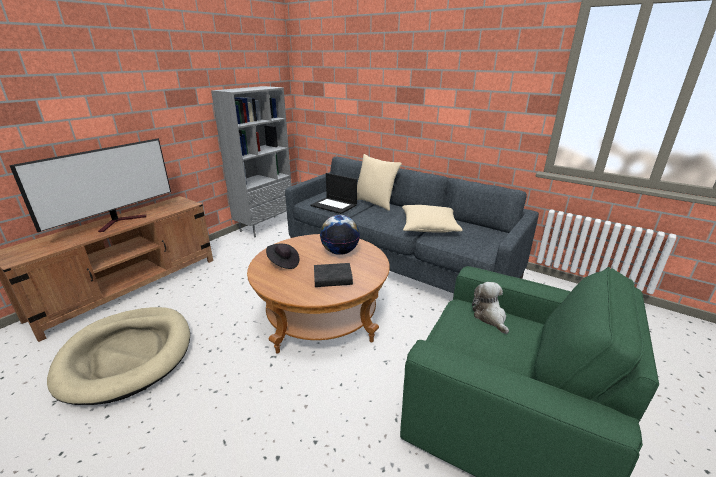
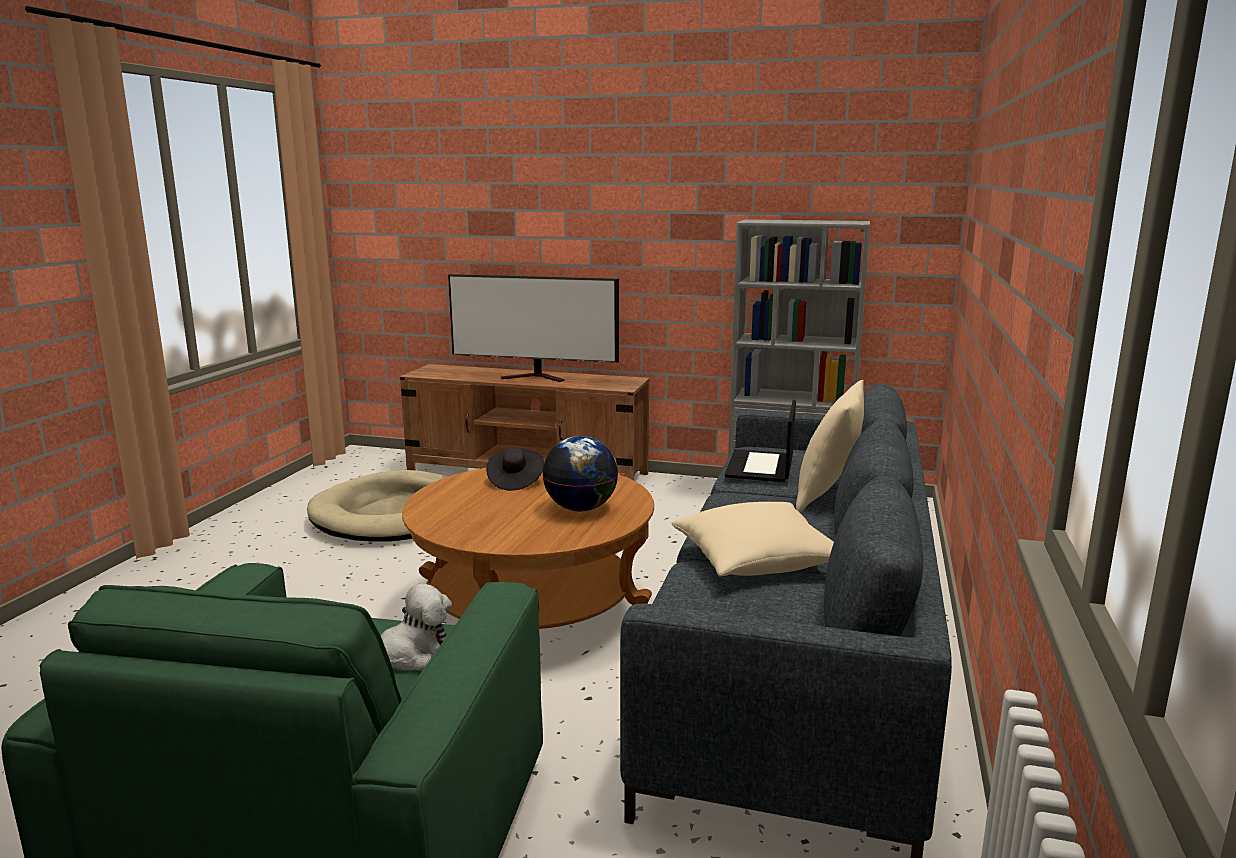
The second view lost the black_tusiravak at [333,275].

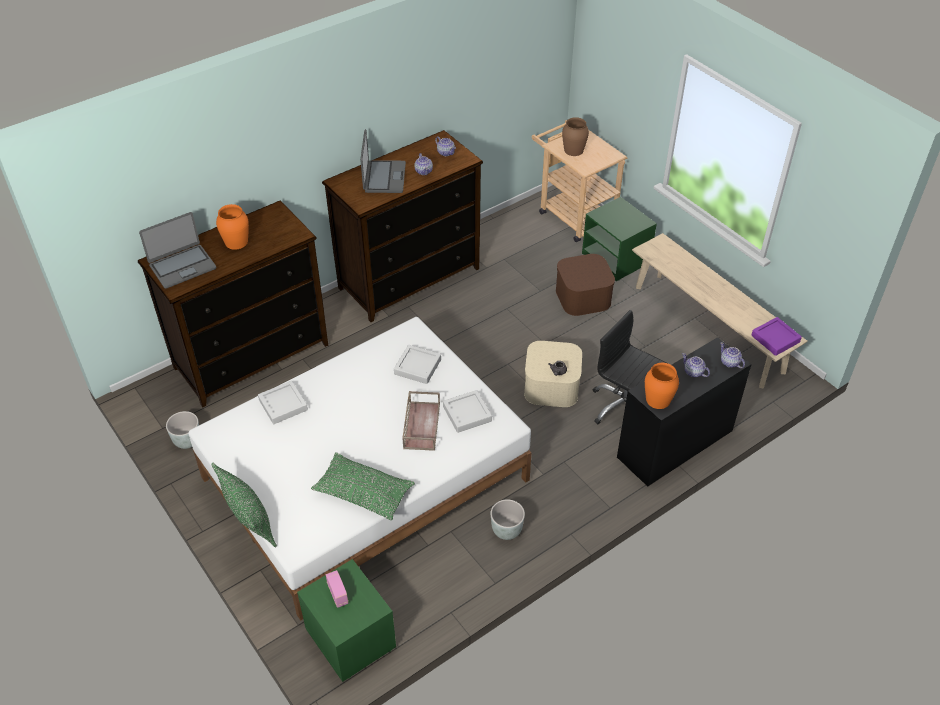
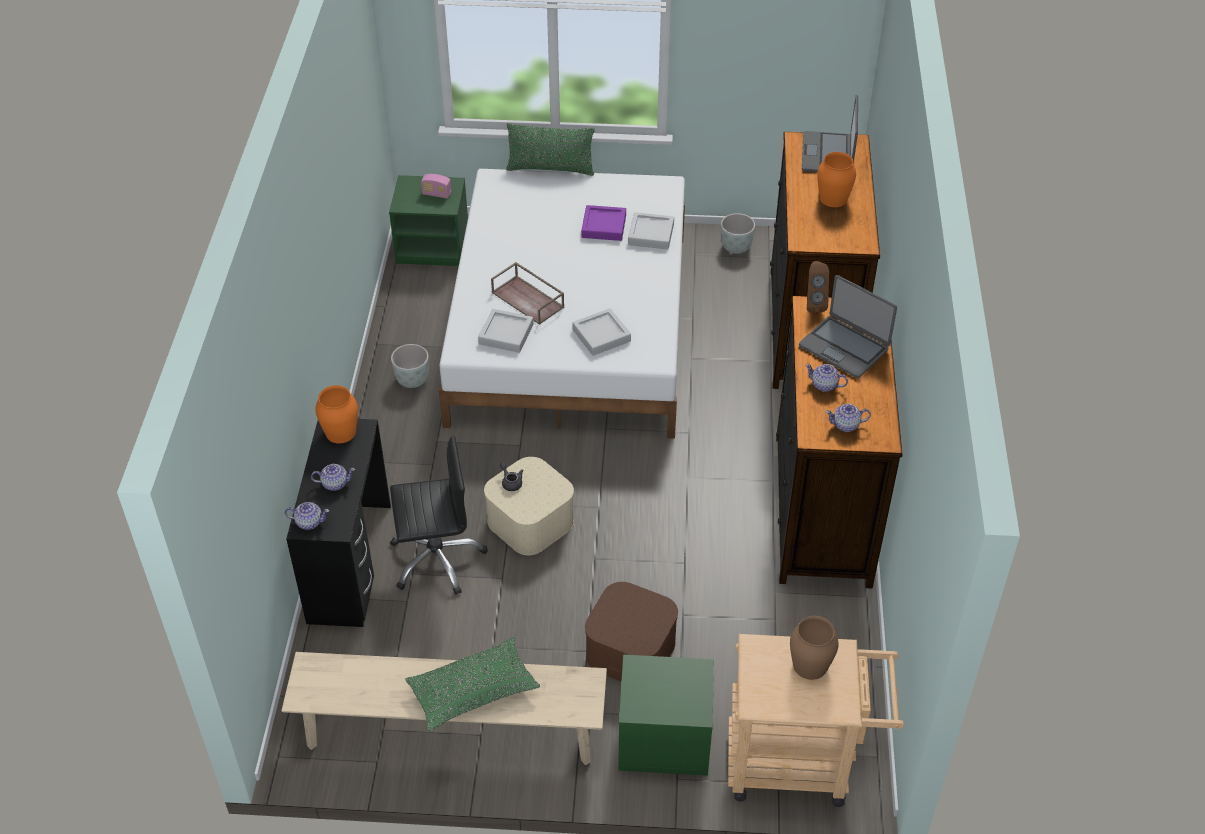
The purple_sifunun ended up elsewhere, having gone from [776,336] to [603,223].
The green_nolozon ended up elsewhere, having gone from [363,486] to [472,684].
The second view gained the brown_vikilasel at [818,287].

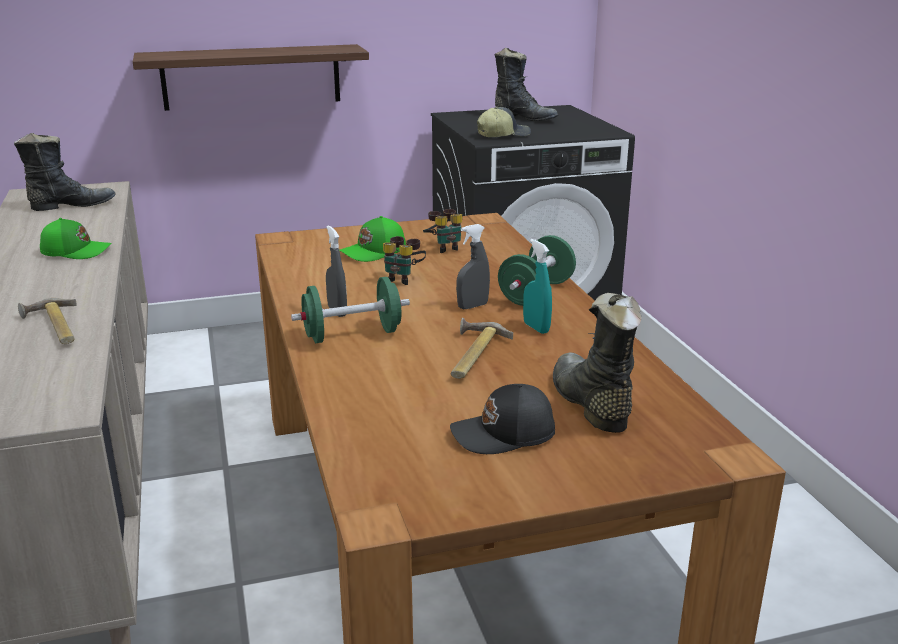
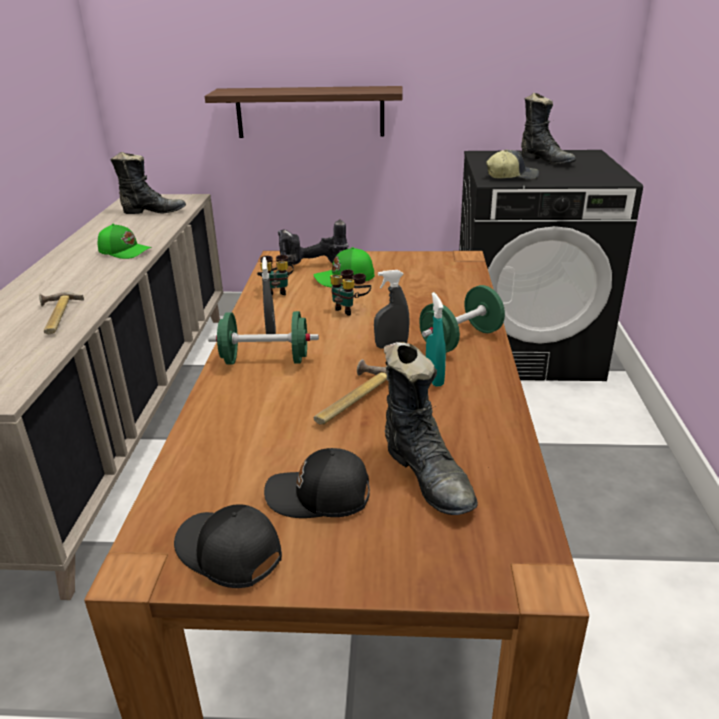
The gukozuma ended up elsewhere, having gone from [442,231] to [275,275].
The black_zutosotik at [597,363] ended up facing another way, 150 degrees clockwise from before.
The second view gained the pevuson at [313,242].
The second view gained the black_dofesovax at [228,546].

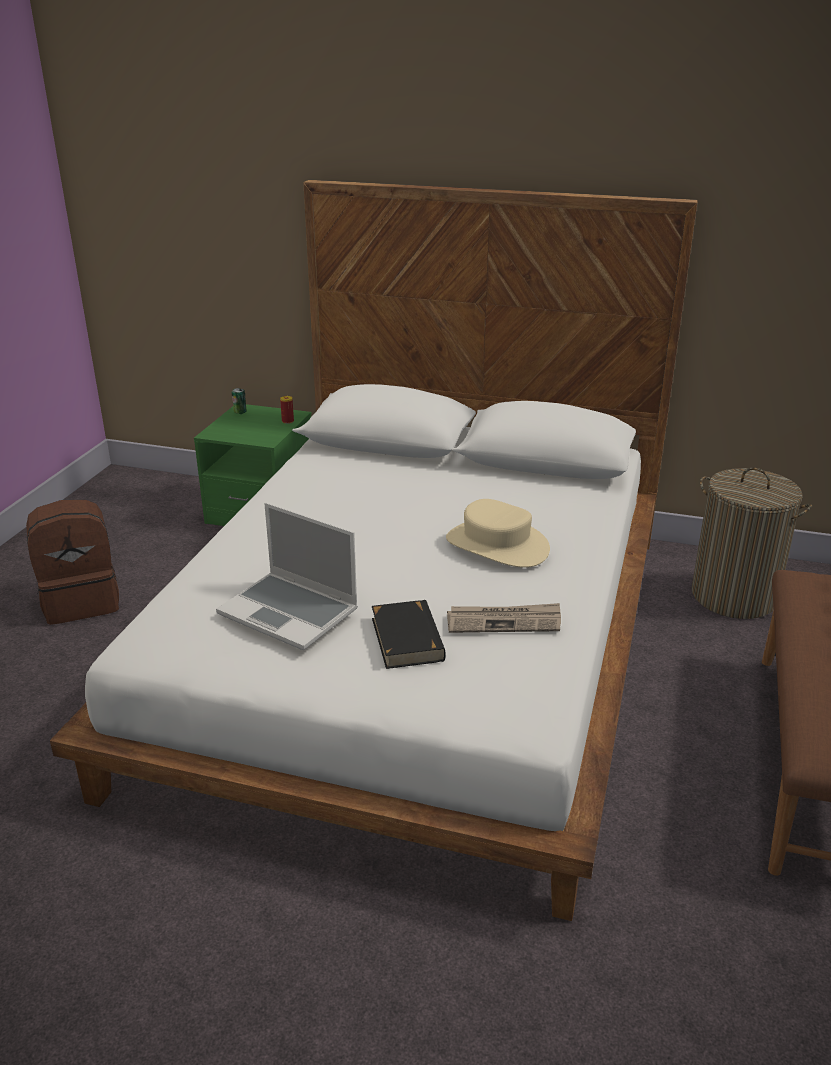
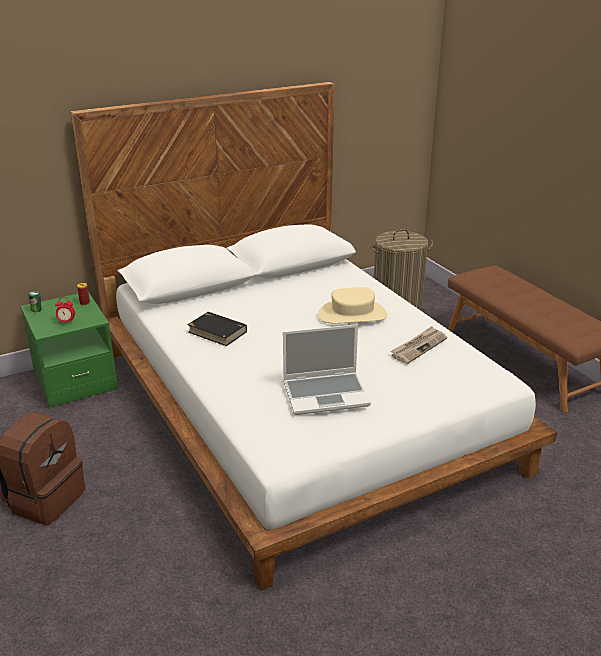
The black_tusiravak ended up elsewhere, having gone from [409,634] to [217,329].
The second view gained the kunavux at [65,310].

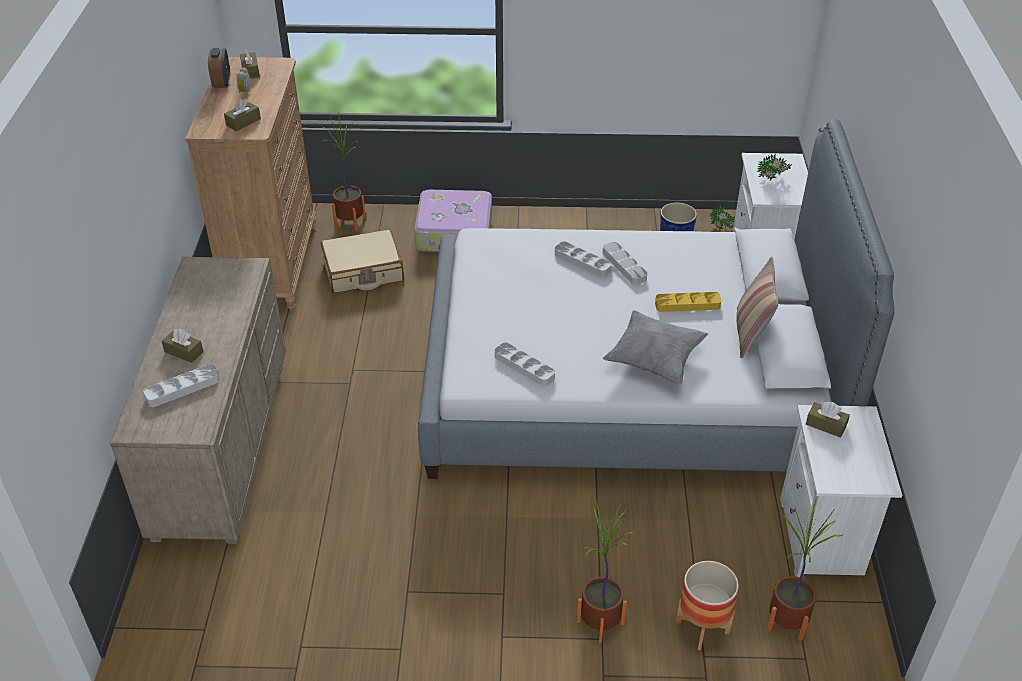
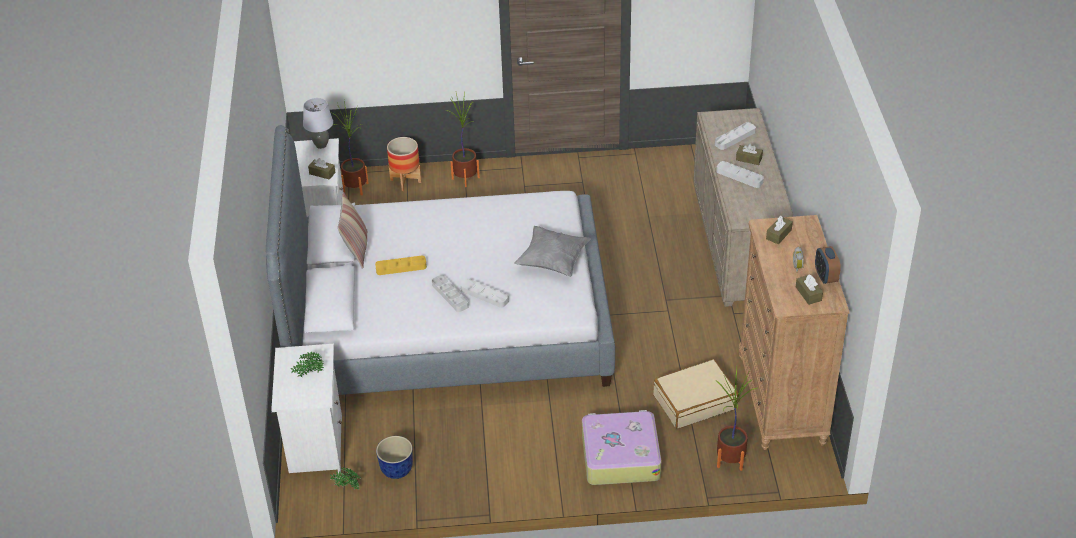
The grey_nolozon ended up elsewhere, having gone from [655,347] to [552,251].
The grey_sifunun ended up elsewhere, having gone from [525,364] to [740,174].
The second view gained the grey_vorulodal at [318,123].

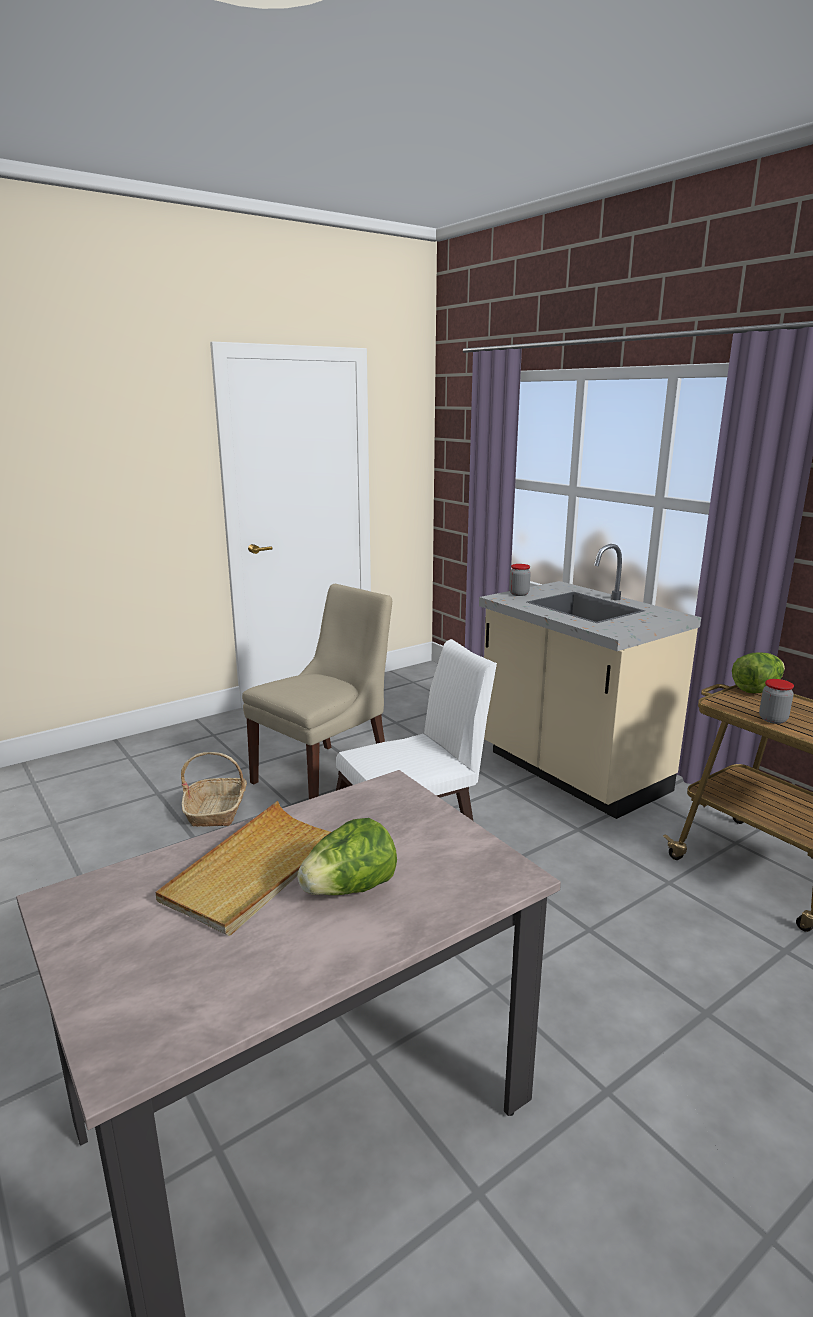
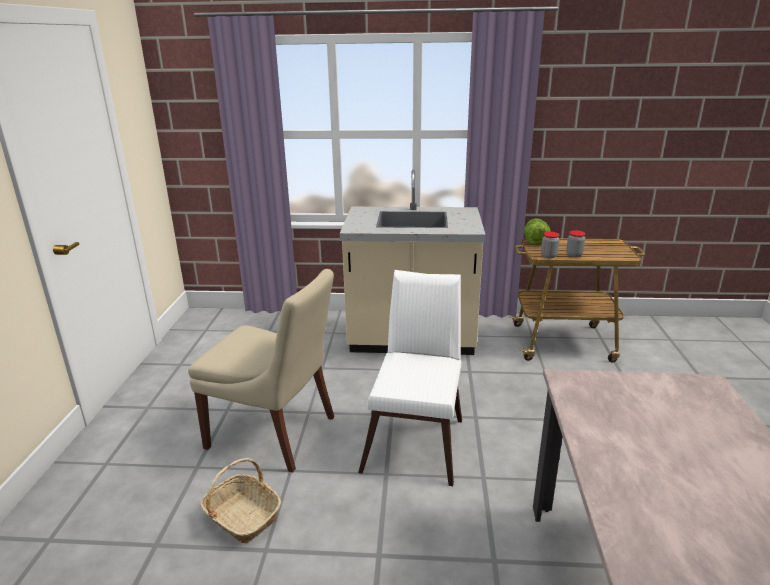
The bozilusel ended up elsewhere, having gone from [520,580] to [550,245].
The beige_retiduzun at [317,691] ended up facing another way, 120 degrees clockwise from before.
The second view lost the beige_sifunun at [243,868].
The second view lost the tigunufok at [347,856].

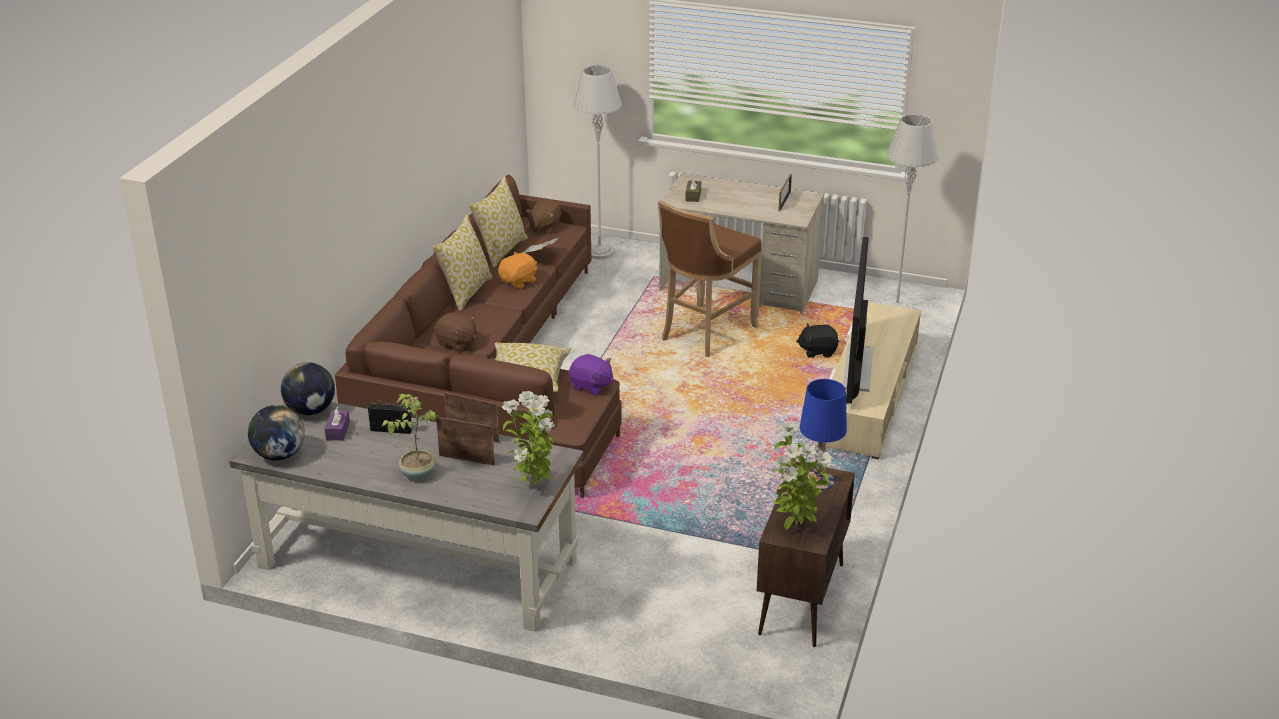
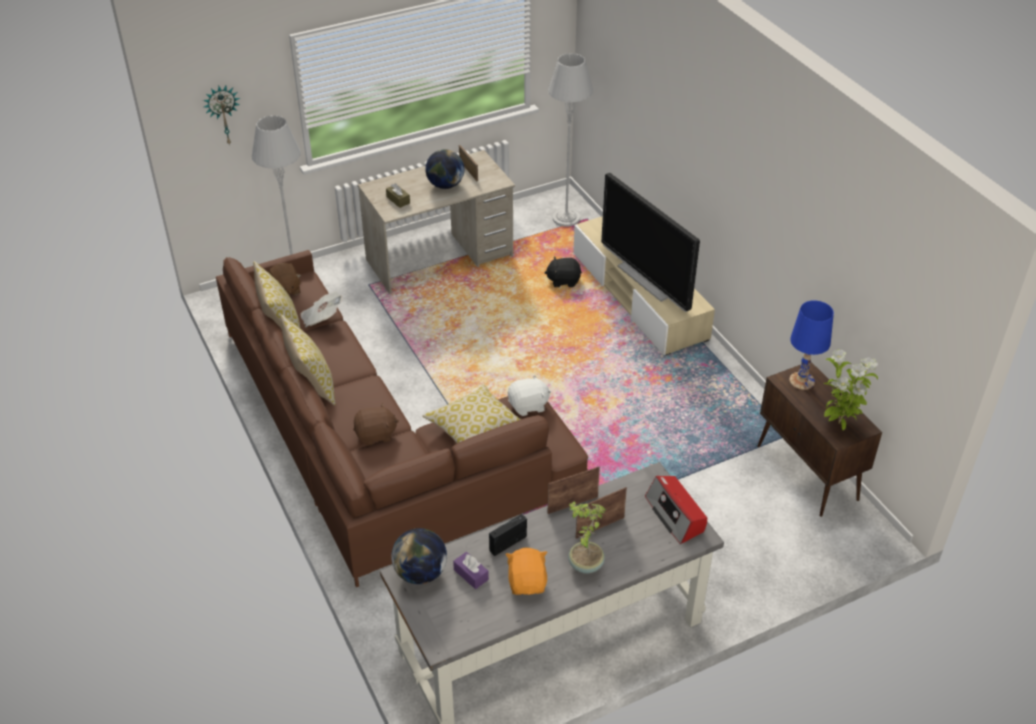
The second view lost the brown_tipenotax at [710,278].
The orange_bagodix ended up elsewhere, having gone from [517,270] to [526,571].
The black_bagodix at [817,340] ended up facing another way, 45 degrees clockwise from before.
What was the purple_bagodix at [591,374] turned into the white_bagodix at [529,395].
Where the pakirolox stood at [529,440], the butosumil came to stand at [676,510].
The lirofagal ended up elsewhere, having gone from [276,432] to [444,169].
The second view gained the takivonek at [221,116].

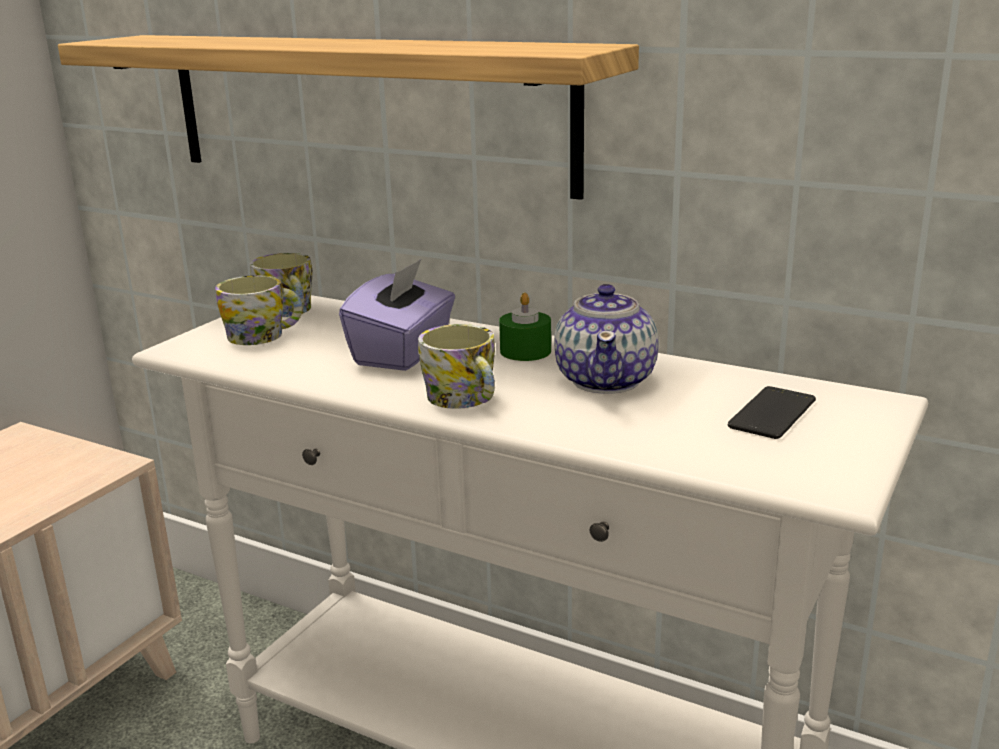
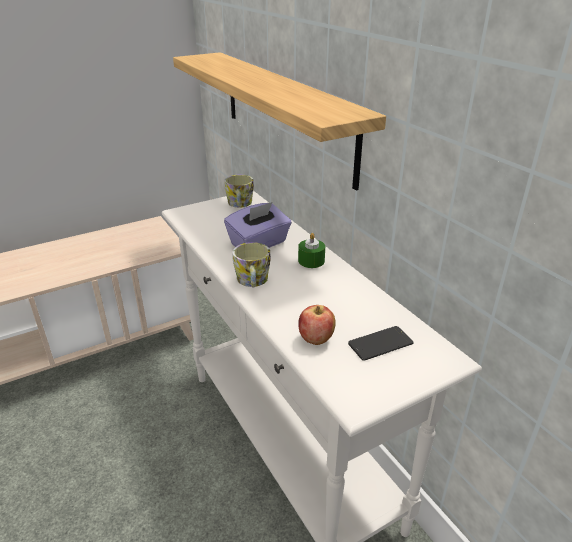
The second view lost the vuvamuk at [259,310].
The second view lost the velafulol at [606,339].
The second view gained the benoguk at [317,325].

